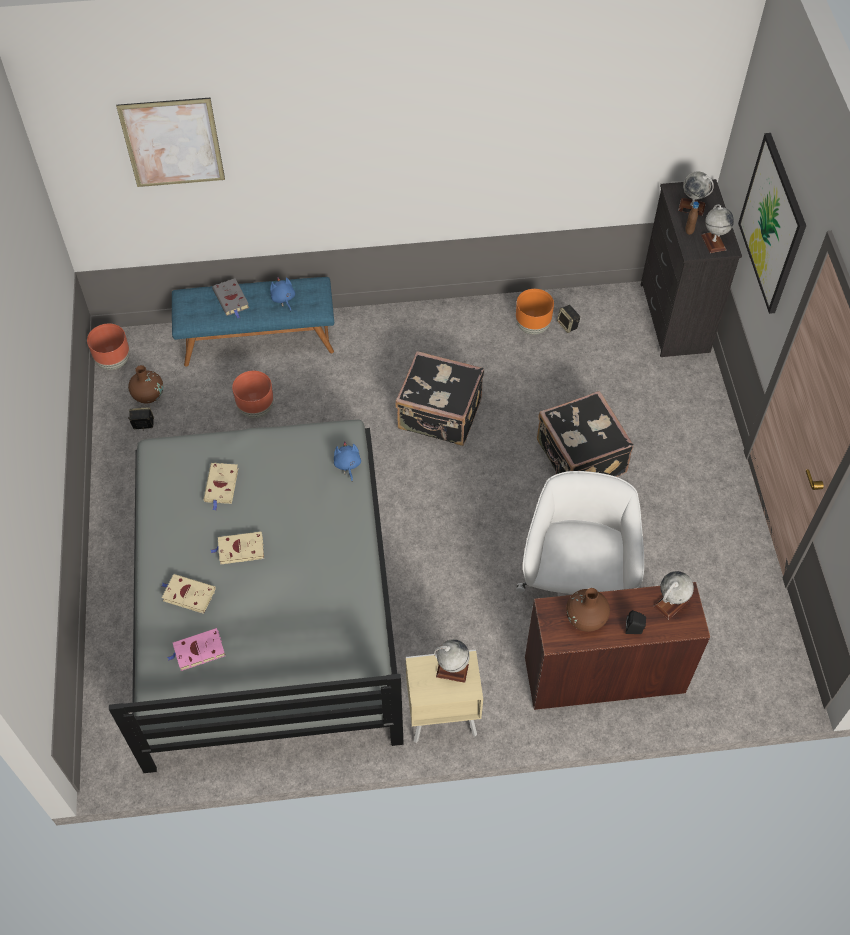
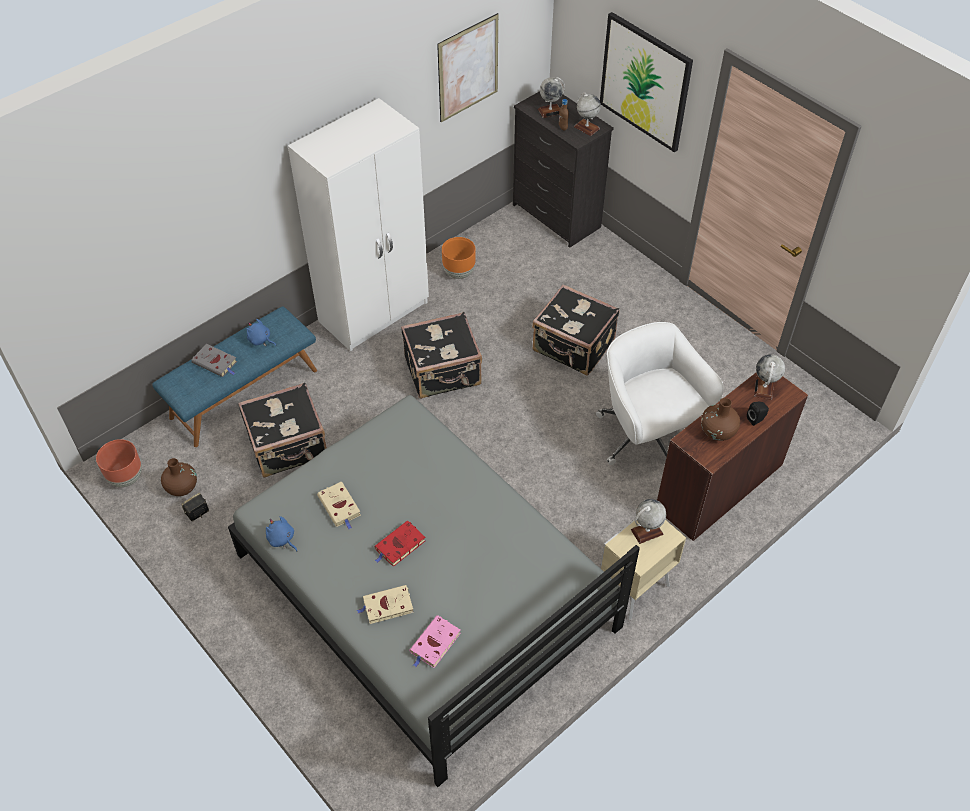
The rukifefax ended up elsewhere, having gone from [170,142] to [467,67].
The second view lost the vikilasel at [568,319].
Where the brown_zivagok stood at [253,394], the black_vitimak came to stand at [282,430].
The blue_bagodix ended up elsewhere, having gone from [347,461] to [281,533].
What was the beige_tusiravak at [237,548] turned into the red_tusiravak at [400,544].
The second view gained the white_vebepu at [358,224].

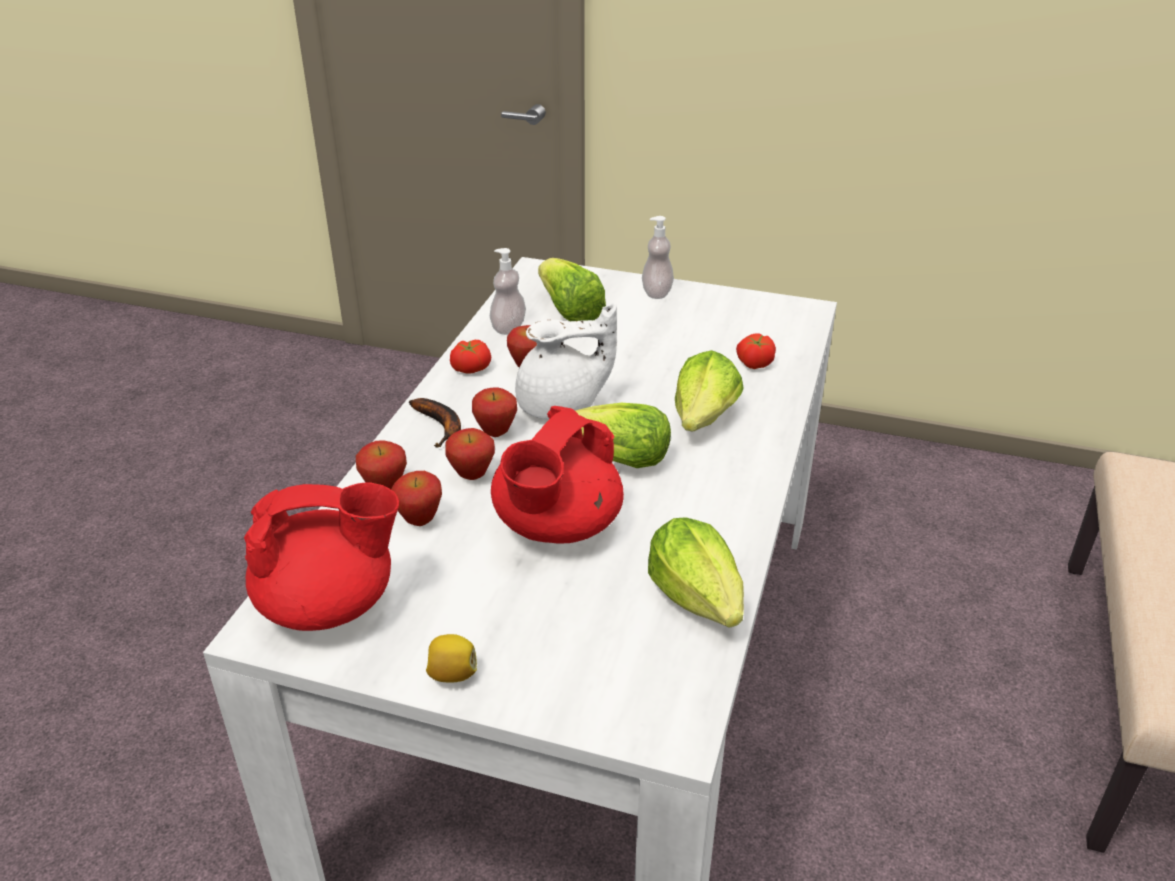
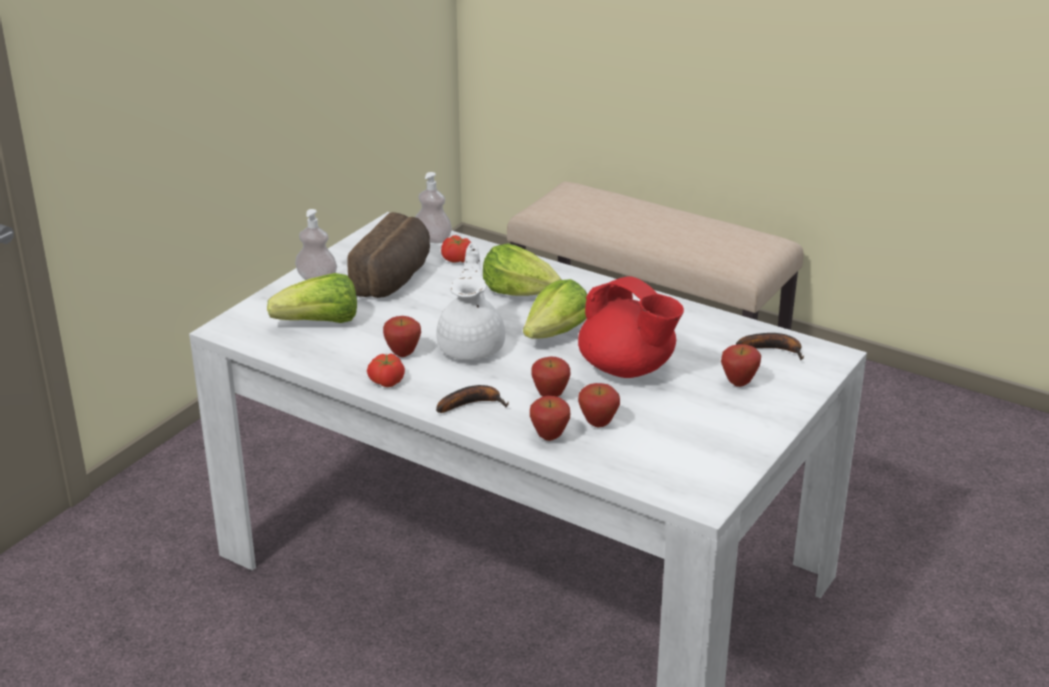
The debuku ended up elsewhere, having gone from [508,291] to [433,208].
The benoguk ended up elsewhere, having gone from [494,412] to [741,365].
The second view lost the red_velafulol at [321,557].
The second view lost the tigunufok at [696,572].
The second view lost the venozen at [451,658].
The second view gained the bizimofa at [388,255].
The second view gained the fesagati at [770,347].

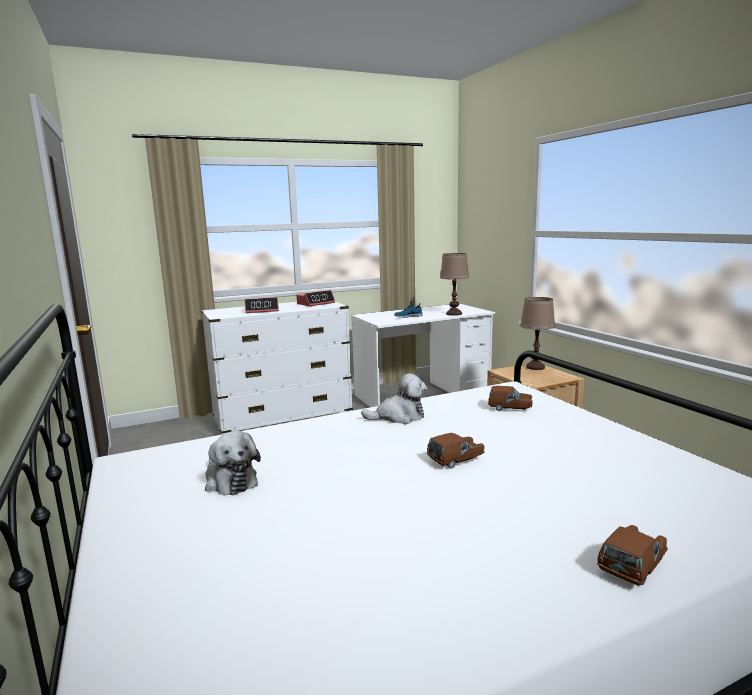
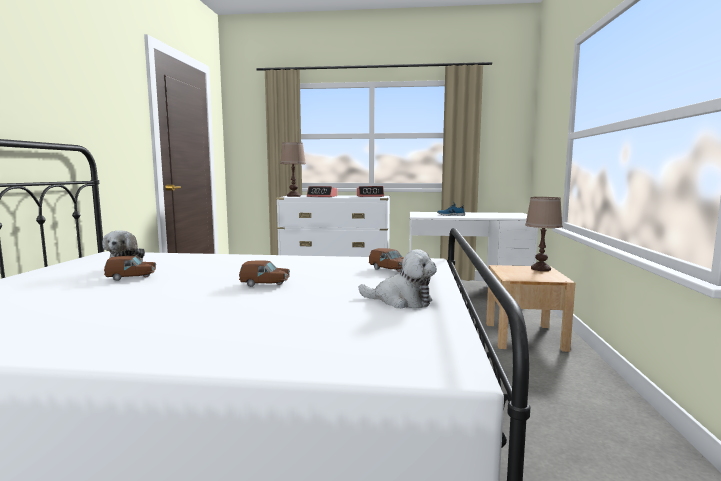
The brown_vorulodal ended up elsewhere, having gone from [454,284] to [293,169].
The bagodix ended up elsewhere, having gone from [394,398] to [398,278].
The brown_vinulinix ended up elsewhere, having gone from [632,555] to [130,268].

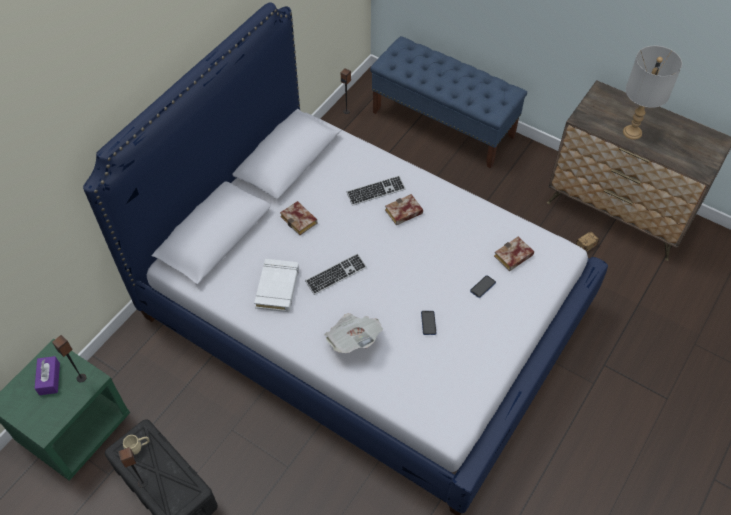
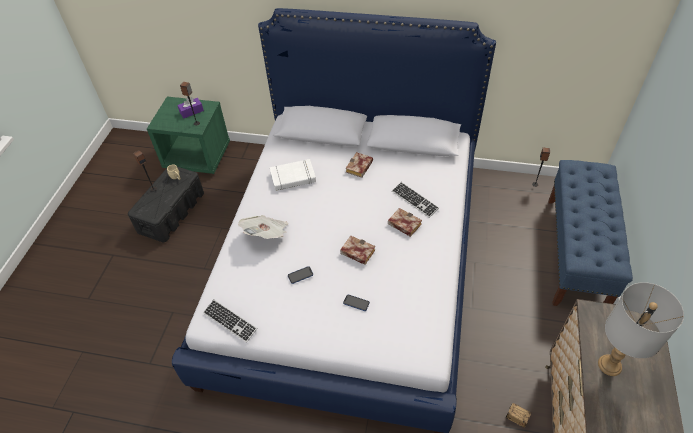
The tusiravak ended up elsewhere, having gone from [514,254] to [357,250].
The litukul ended up elsewhere, having gone from [336,274] to [230,321].

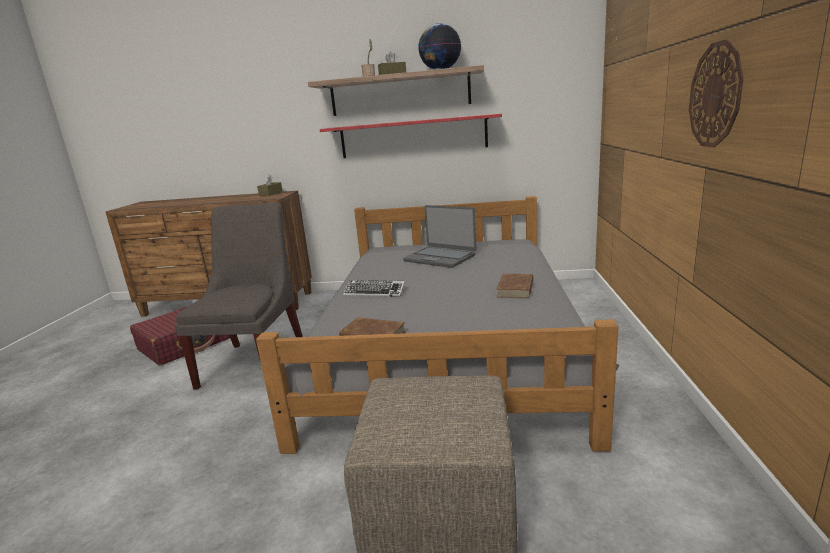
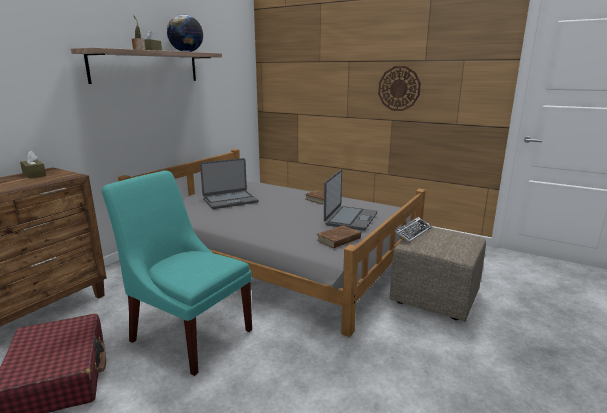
The second view lost the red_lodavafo at [411,135].
What was the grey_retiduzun at [238,296] turned into the turquoise_retiduzun at [177,273].
The litukul ended up elsewhere, having gone from [374,288] to [413,229].
The second view gained the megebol at [350,200].

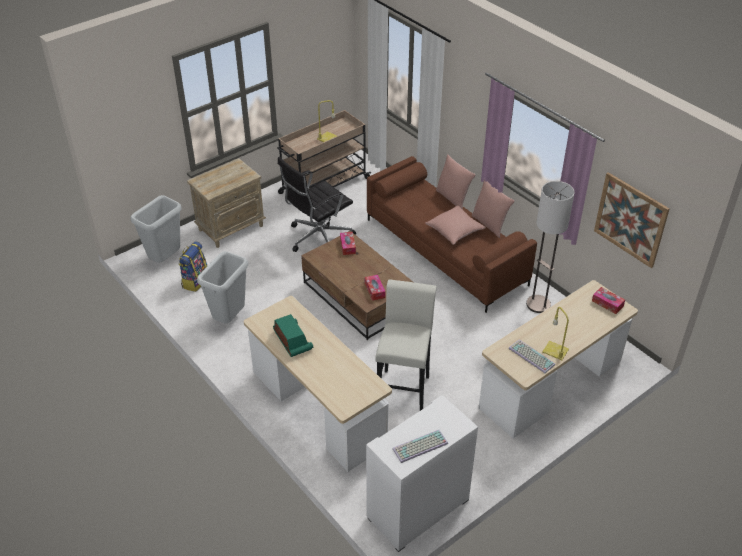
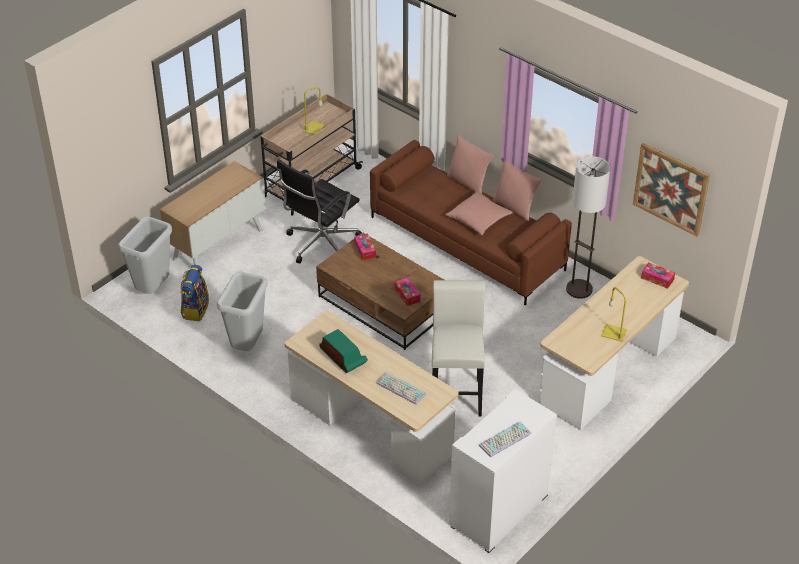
Where the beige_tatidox stood at [226,203], the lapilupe came to stand at [213,213].
The litukul ended up elsewhere, having gone from [532,356] to [401,388].

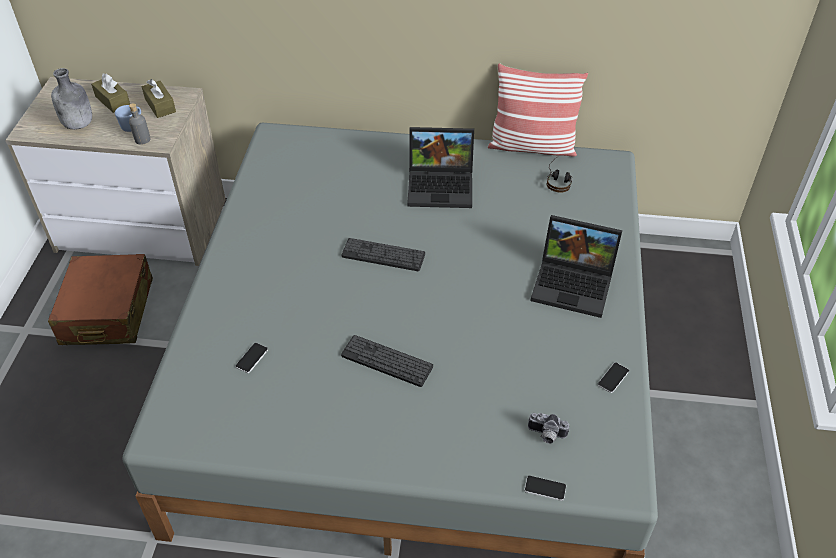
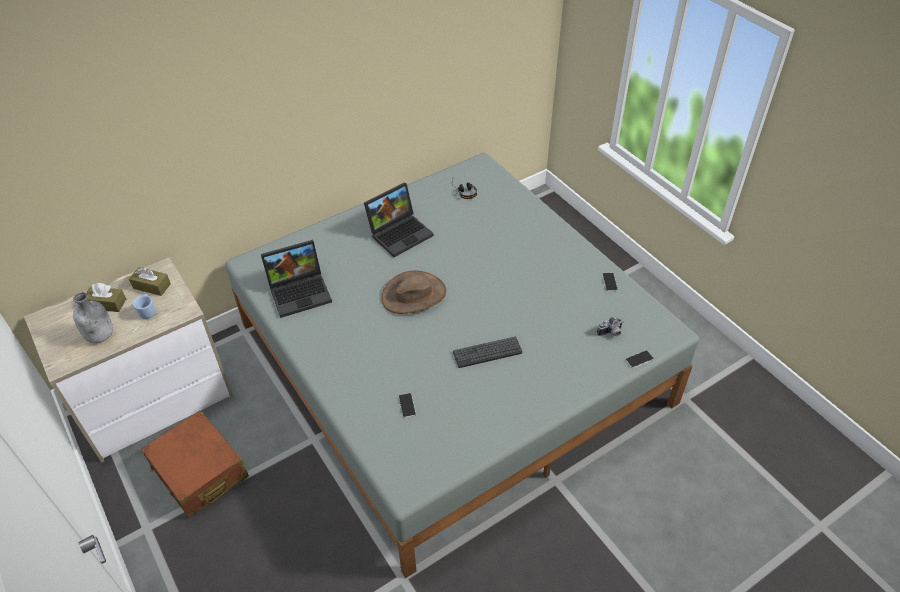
The second view lost the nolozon at [538,110].
The second view lost the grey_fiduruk at [140,124].
The megebol ended up elsewhere, having gone from [576,266] to [296,279].
Where the litukul stood at [383,254], the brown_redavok came to stand at [413,292].

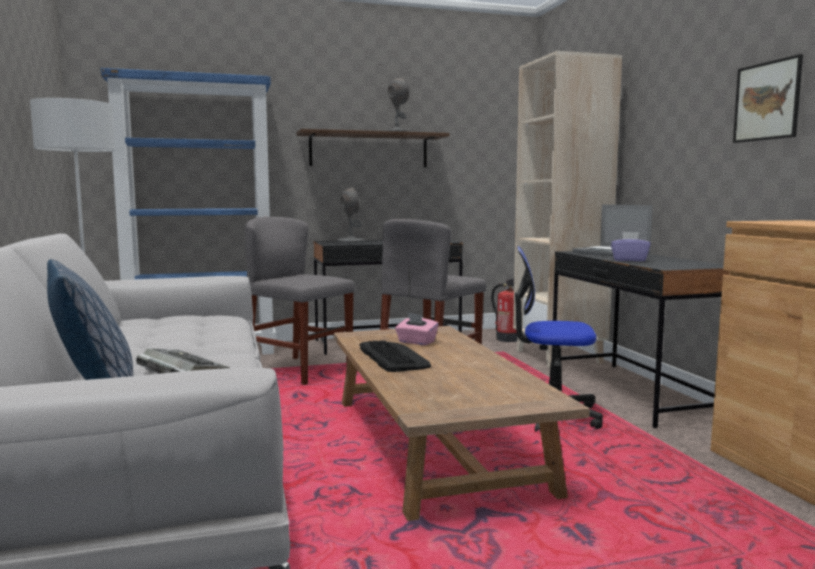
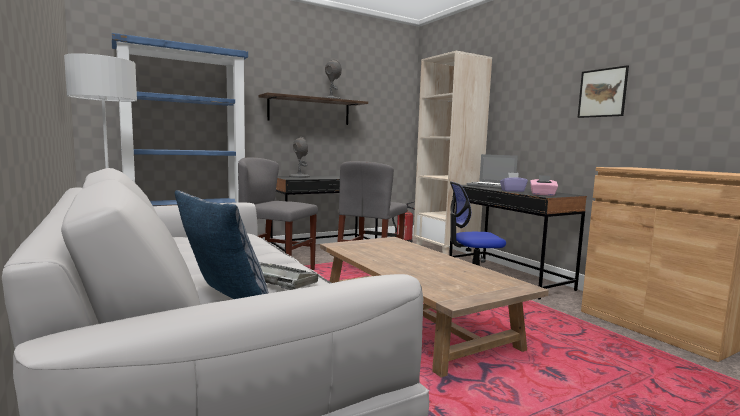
The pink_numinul ended up elsewhere, having gone from [417,329] to [544,185].
The second view lost the litukul at [395,356].

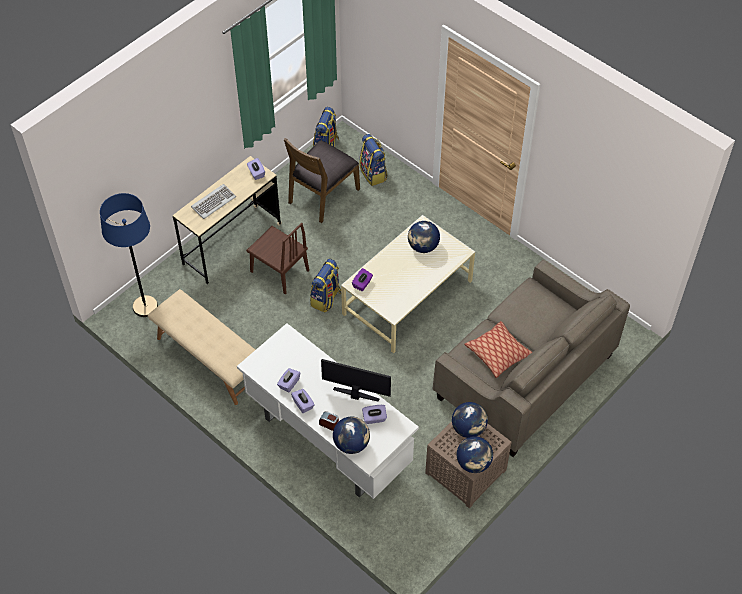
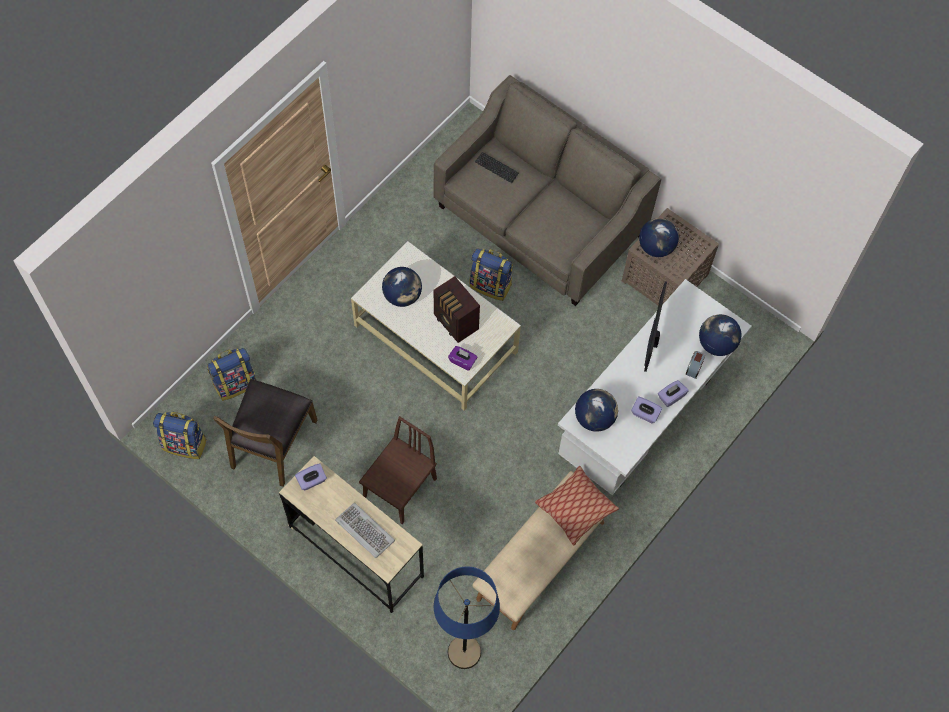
The brown_retiduzun at [322,180] ended up facing another way, 75 degrees clockwise from before.
The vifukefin ended up elsewhere, having gone from [325,286] to [491,274].
The nolozon ended up elsewhere, having gone from [498,349] to [577,505].
The second view lost the purple_numinul at [374,414].
The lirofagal ended up elsewhere, having gone from [475,454] to [596,410].
The second view gained the litukul at [497,167].
The second view gained the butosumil at [457,309].

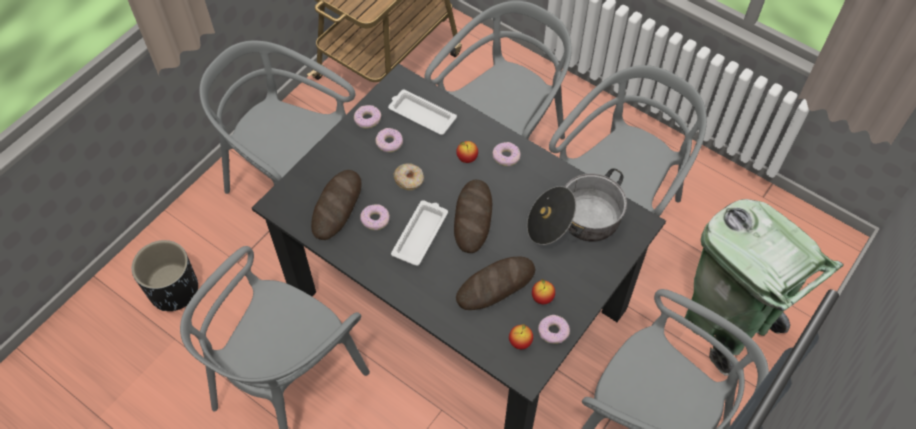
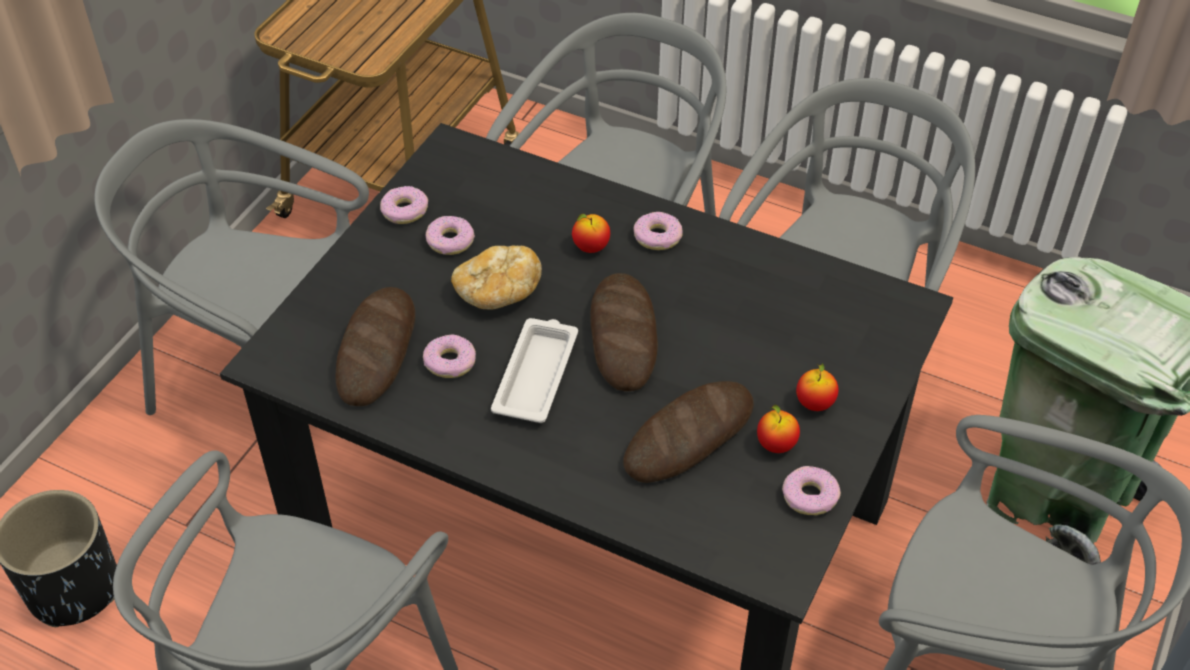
The second view lost the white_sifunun at [422,112].
Where the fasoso stood at [409,176], the bizimofa came to stand at [496,277].
The second view lost the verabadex at [577,207].
The benoguk ended up elsewhere, having gone from [521,336] to [817,387].

